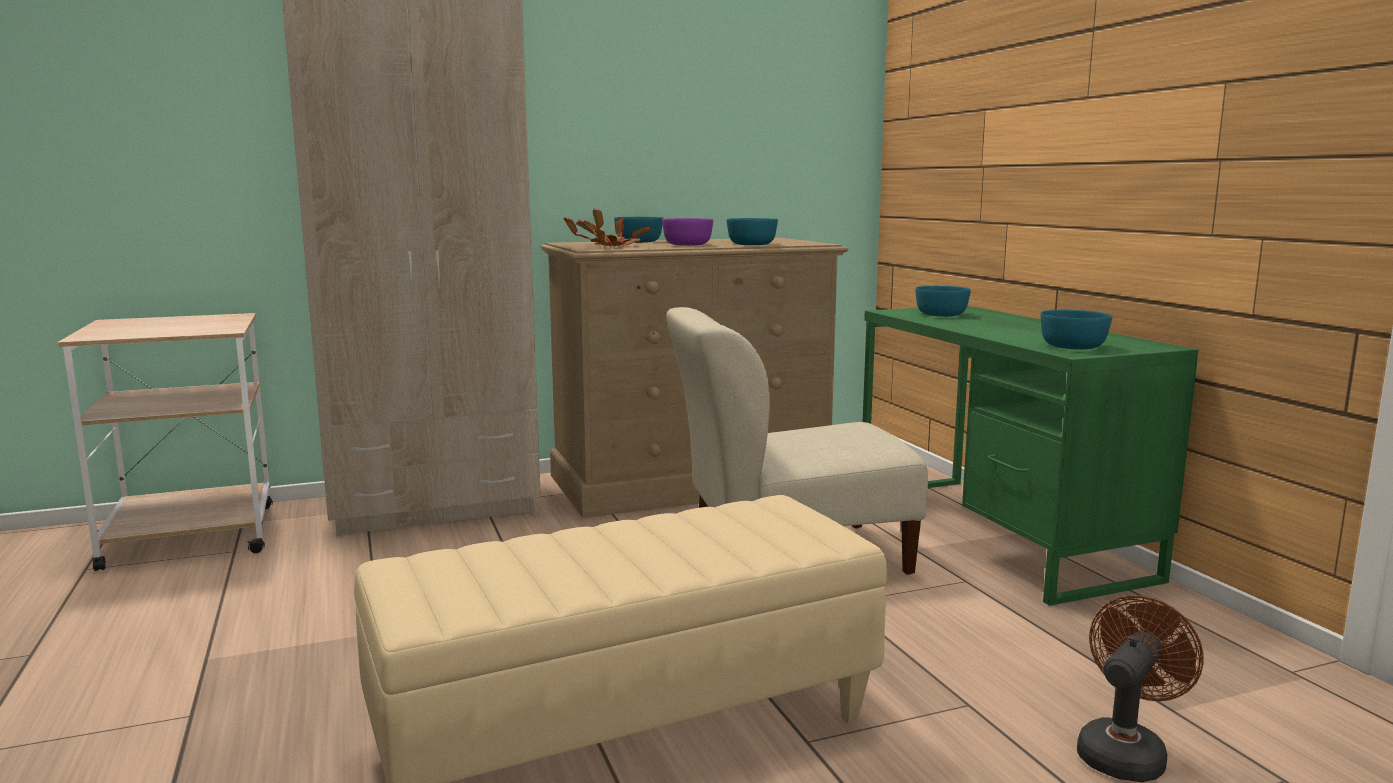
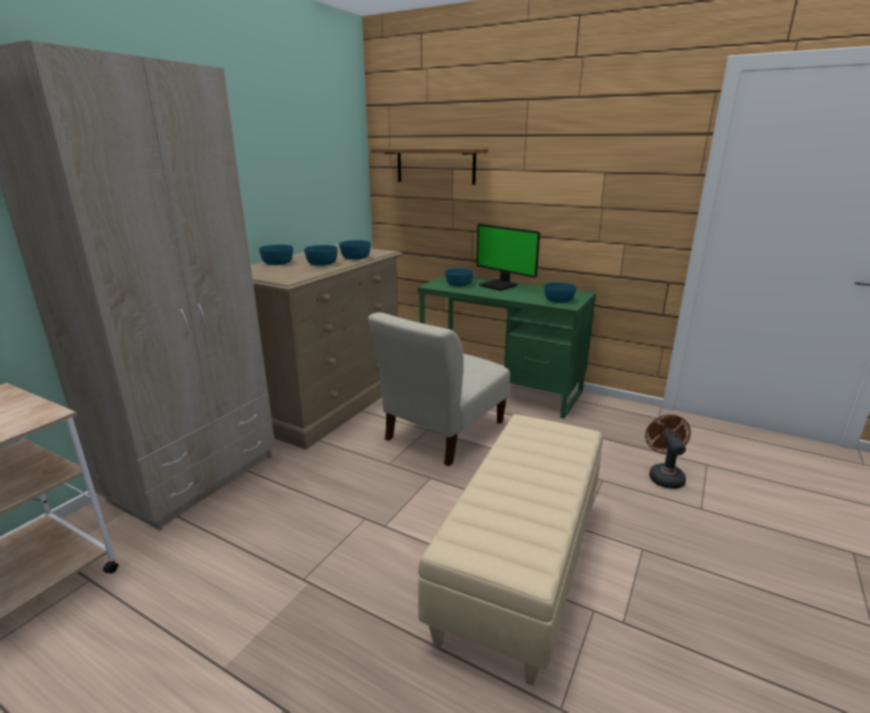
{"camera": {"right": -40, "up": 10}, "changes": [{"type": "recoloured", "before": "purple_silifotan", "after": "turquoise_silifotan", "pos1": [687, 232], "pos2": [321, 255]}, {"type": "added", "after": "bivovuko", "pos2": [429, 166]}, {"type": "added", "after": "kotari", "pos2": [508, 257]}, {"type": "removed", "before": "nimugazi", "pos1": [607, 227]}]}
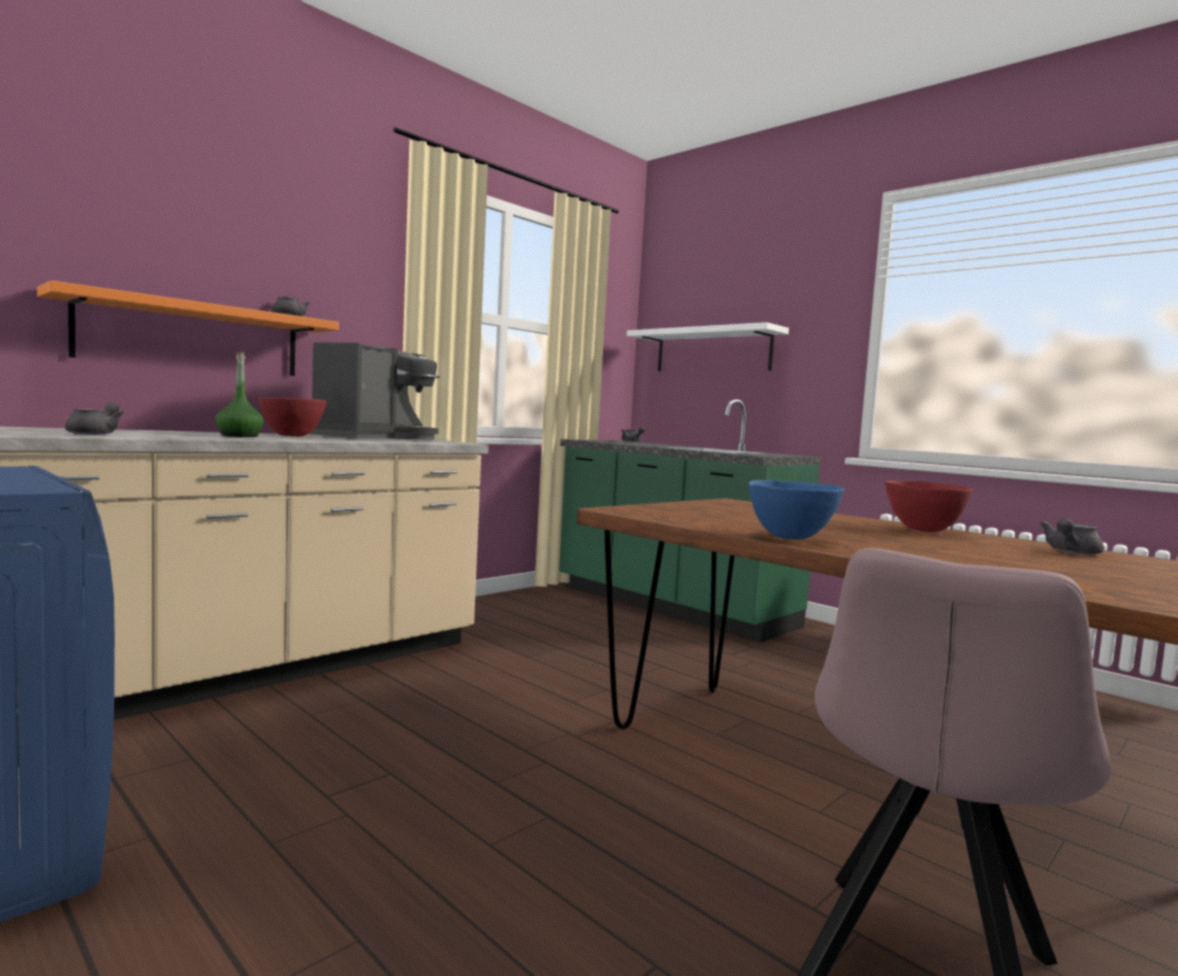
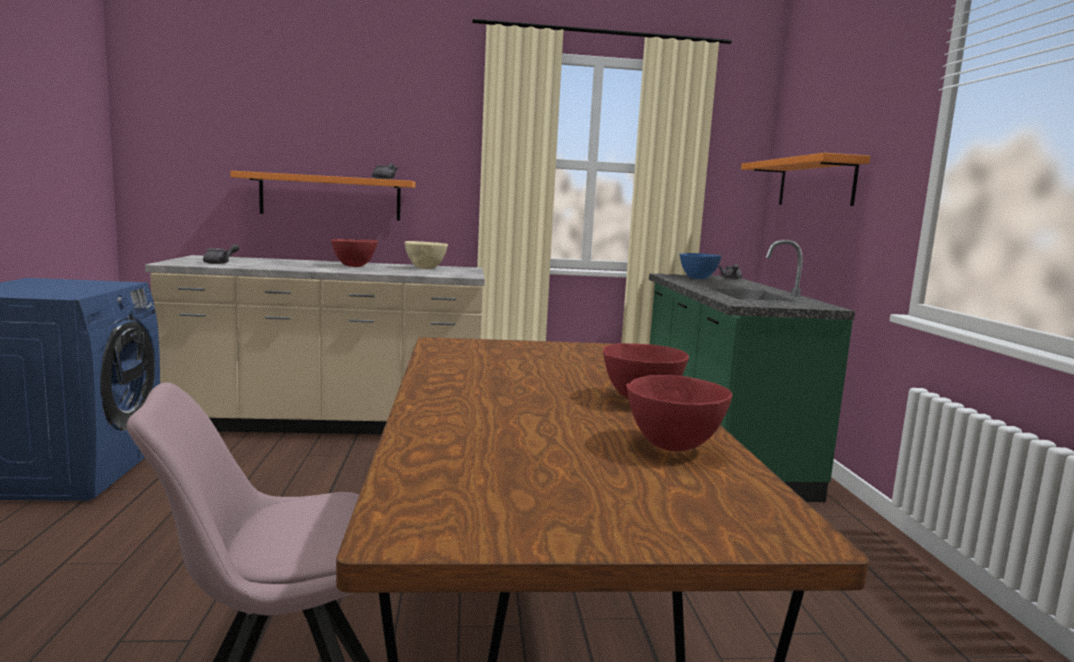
{"camera": {"right": 40, "up": 5}, "changes": [{"type": "replaced", "before": "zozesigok", "after": "beige_silifotan", "pos1": [375, 391], "pos2": [426, 255]}, {"type": "replaced", "before": "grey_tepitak", "after": "red_silifotan", "pos1": [1072, 536], "pos2": [679, 413]}, {"type": "moved", "before": "blue_silifotan", "pos1": [796, 510], "pos2": [700, 266]}, {"type": "recoloured", "before": "white_bivovuko", "after": "orange_bivovuko", "pos1": [708, 346], "pos2": [805, 179]}, {"type": "removed", "before": "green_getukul", "pos1": [240, 394]}]}
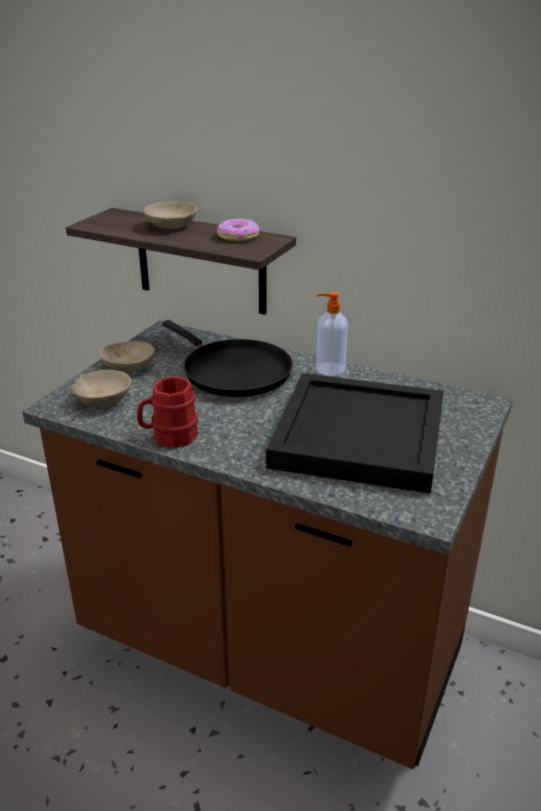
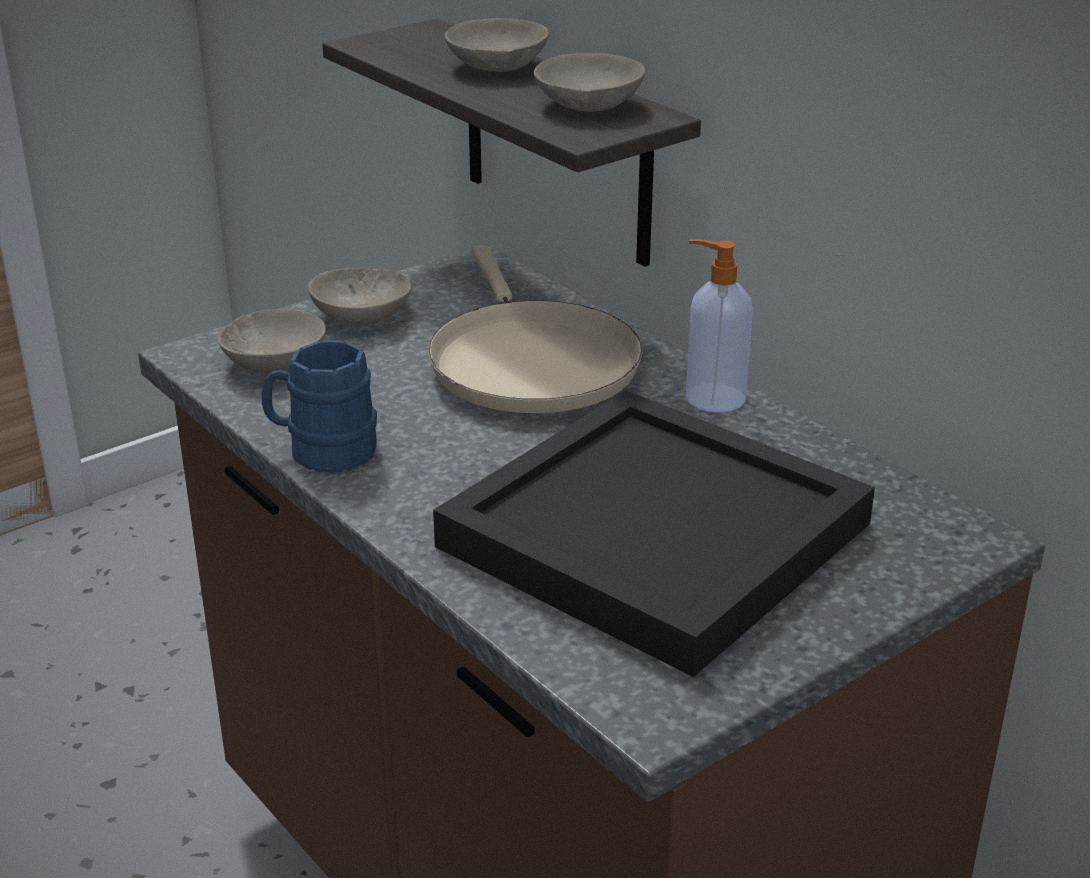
{"camera": {"right": 25, "up": 0}, "changes": [{"type": "recoloured", "before": "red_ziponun", "after": "blue_ziponun", "pos1": [167, 412], "pos2": [319, 406]}, {"type": "recoloured", "before": "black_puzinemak", "after": "beige_puzinemak", "pos1": [227, 358], "pos2": [535, 328]}, {"type": "replaced", "before": "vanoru", "after": "beige_silifotan", "pos1": [238, 229], "pos2": [589, 82]}]}
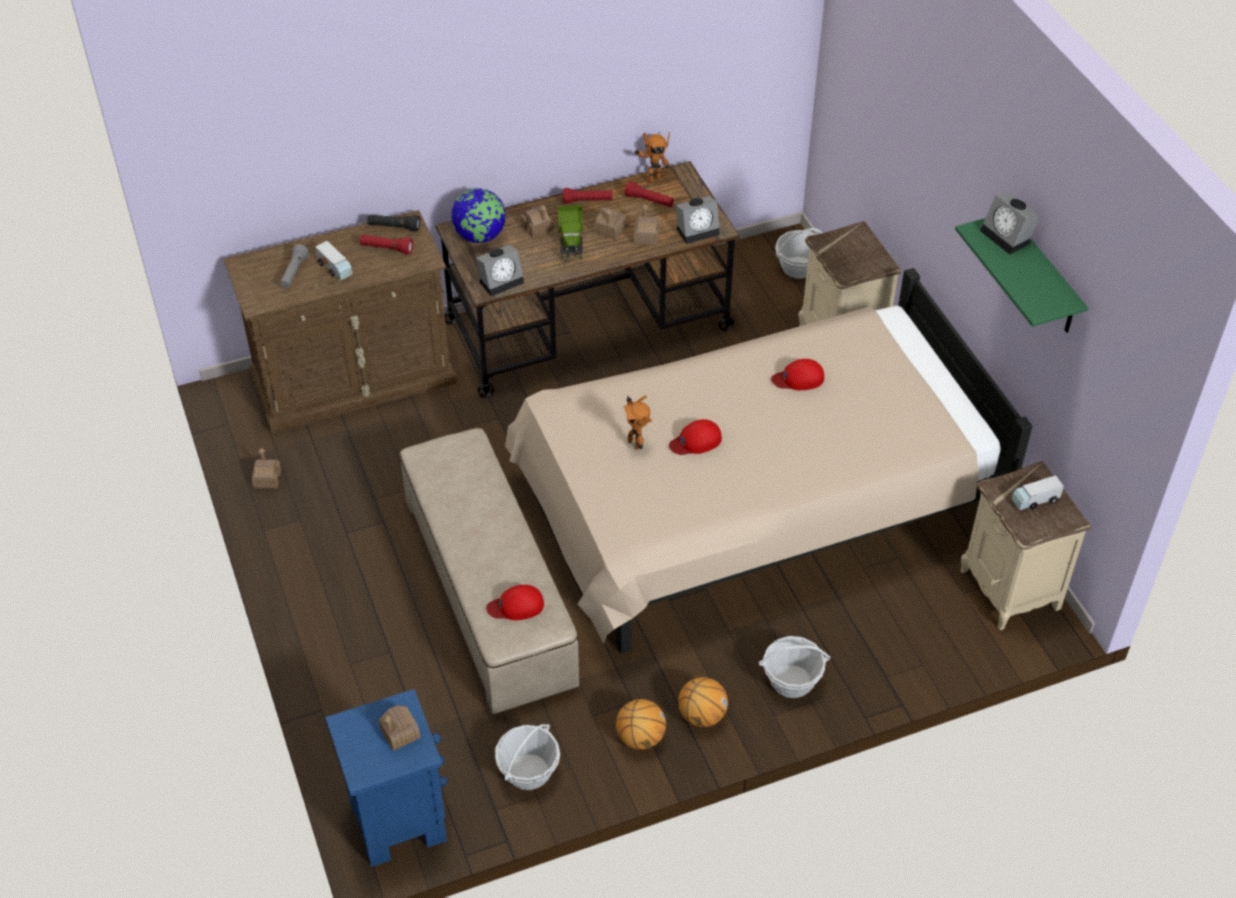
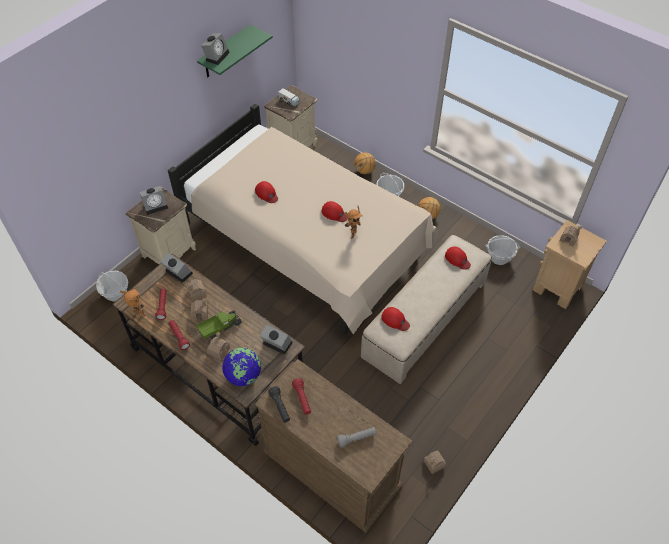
{"camera": {"right": -120, "up": 5}, "changes": [{"type": "added", "after": "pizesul", "pos2": [153, 200]}, {"type": "moved", "before": "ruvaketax", "pos1": [641, 724], "pos2": [365, 163]}, {"type": "added", "after": "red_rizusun", "pos2": [395, 319]}, {"type": "recoloured", "before": "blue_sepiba", "after": "beige_sepiba", "pos1": [386, 778], "pos2": [570, 264]}, {"type": "removed", "before": "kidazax", "pos1": [334, 260]}]}
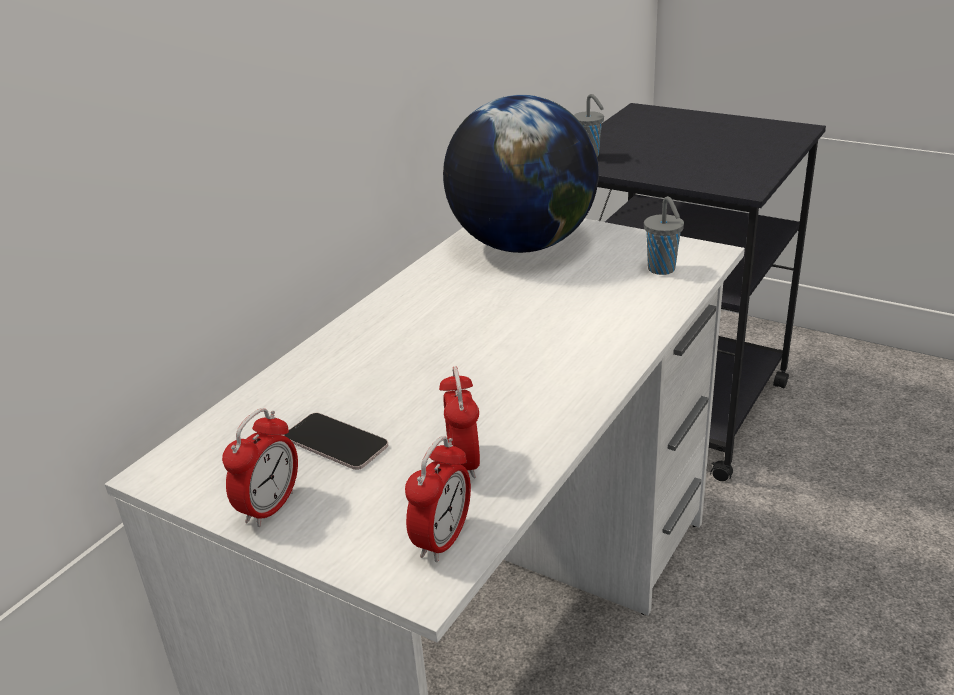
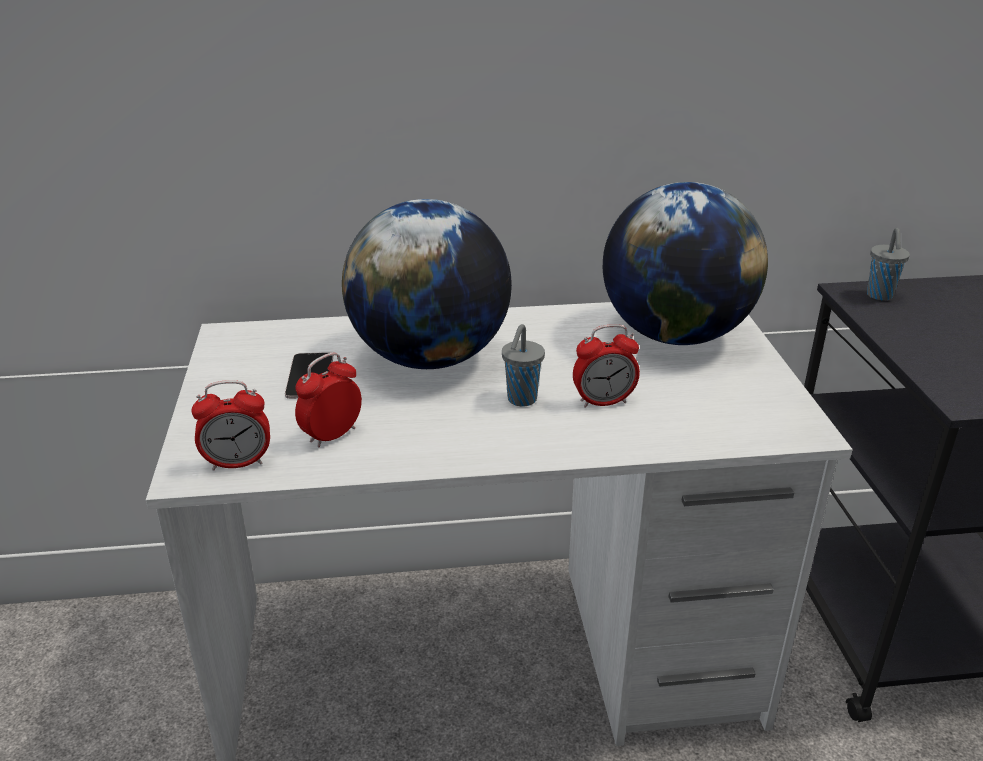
{"camera": {"right": 50, "up": 0}, "changes": [{"type": "added", "after": "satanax", "pos2": [427, 284]}, {"type": "moved", "before": "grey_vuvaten", "pos1": [664, 235], "pos2": [523, 365]}, {"type": "moved", "before": "pizesul", "pos1": [260, 467], "pos2": [606, 366]}]}
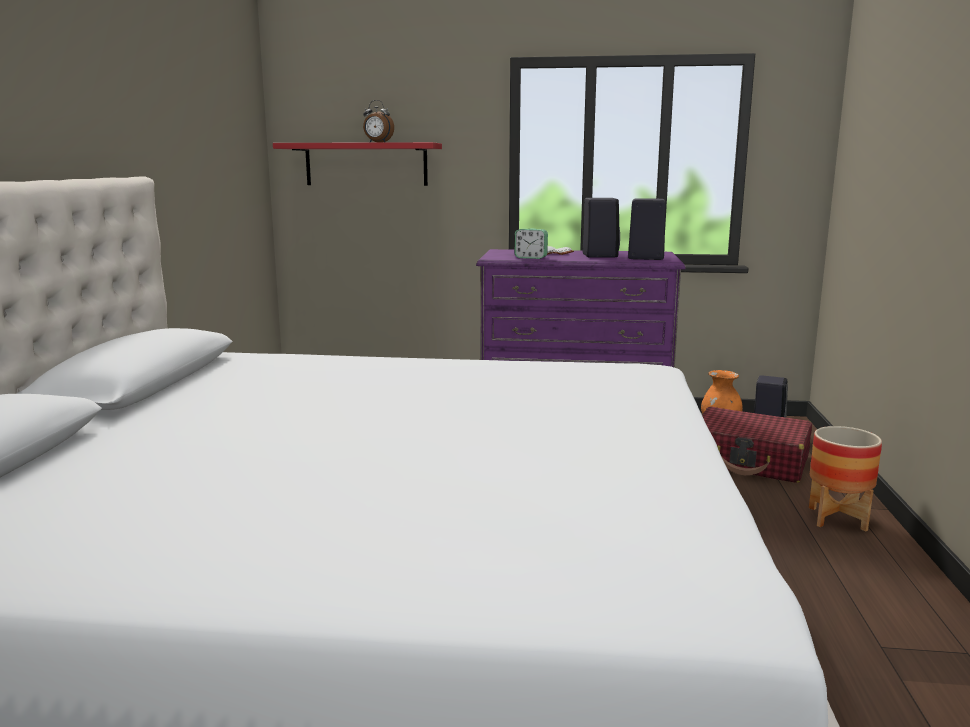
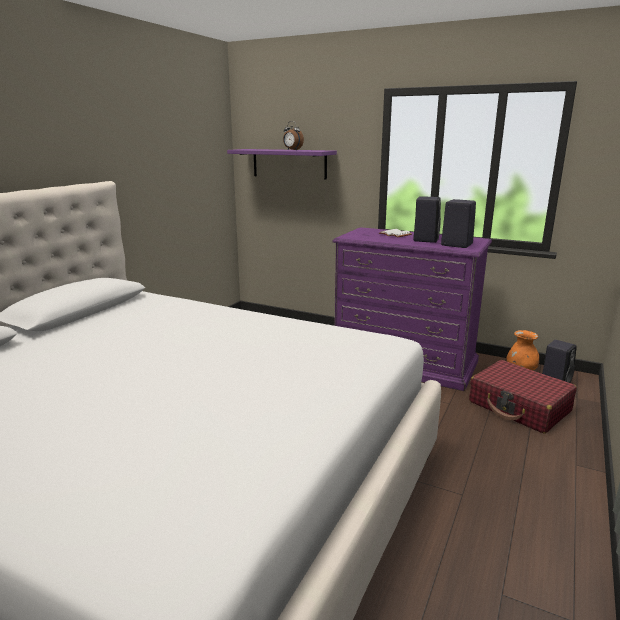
{"camera": {"right": 20, "up": 5}, "changes": [{"type": "recoloured", "before": "red_bivovuko", "after": "purple_bivovuko", "pos1": [357, 164], "pos2": [282, 164]}, {"type": "removed", "before": "pizesul", "pos1": [531, 243]}, {"type": "removed", "before": "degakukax", "pos1": [845, 478]}]}
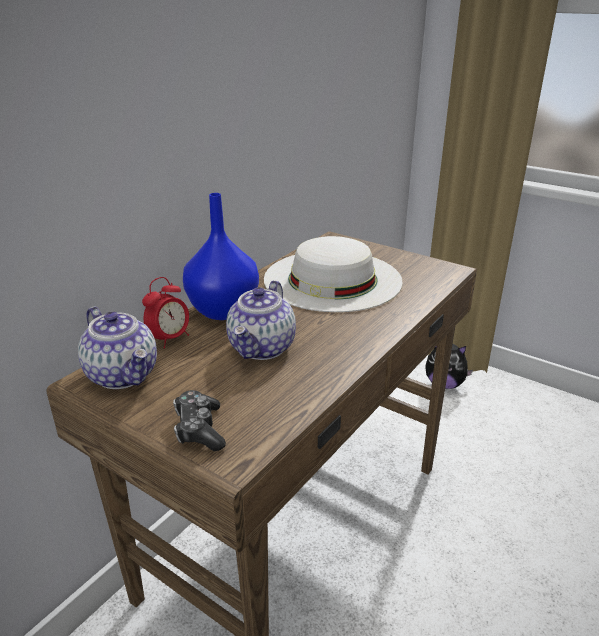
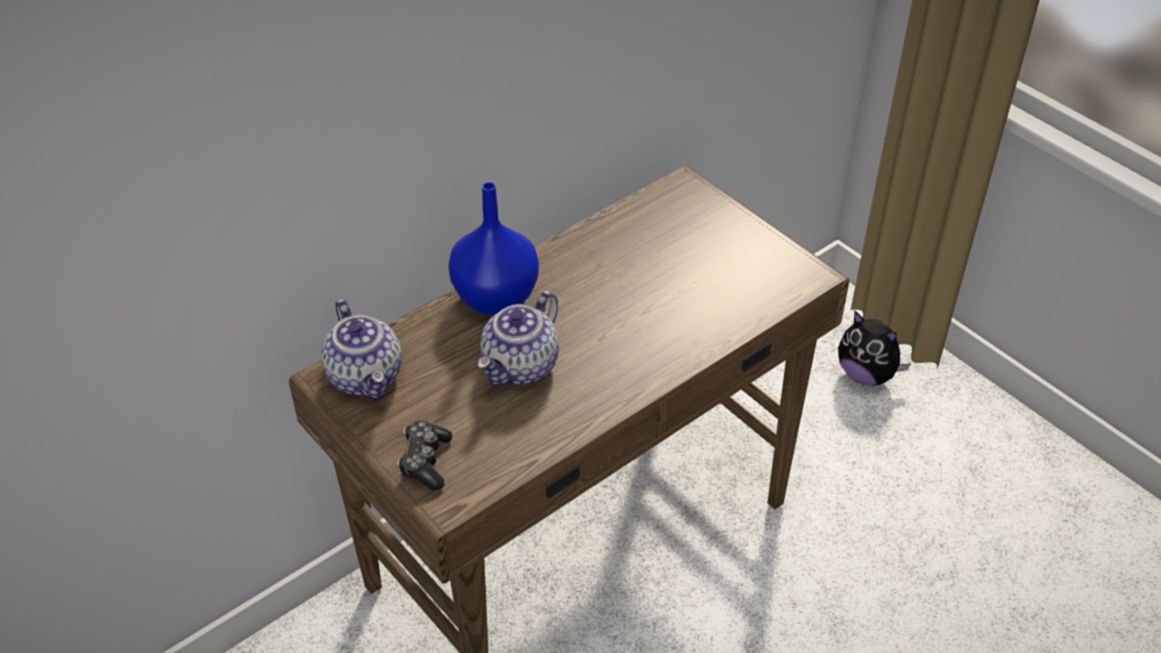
{"camera": {"right": 15, "up": 15}, "changes": [{"type": "removed", "before": "pizesul", "pos1": [165, 312]}, {"type": "removed", "before": "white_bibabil", "pos1": [333, 274]}]}
